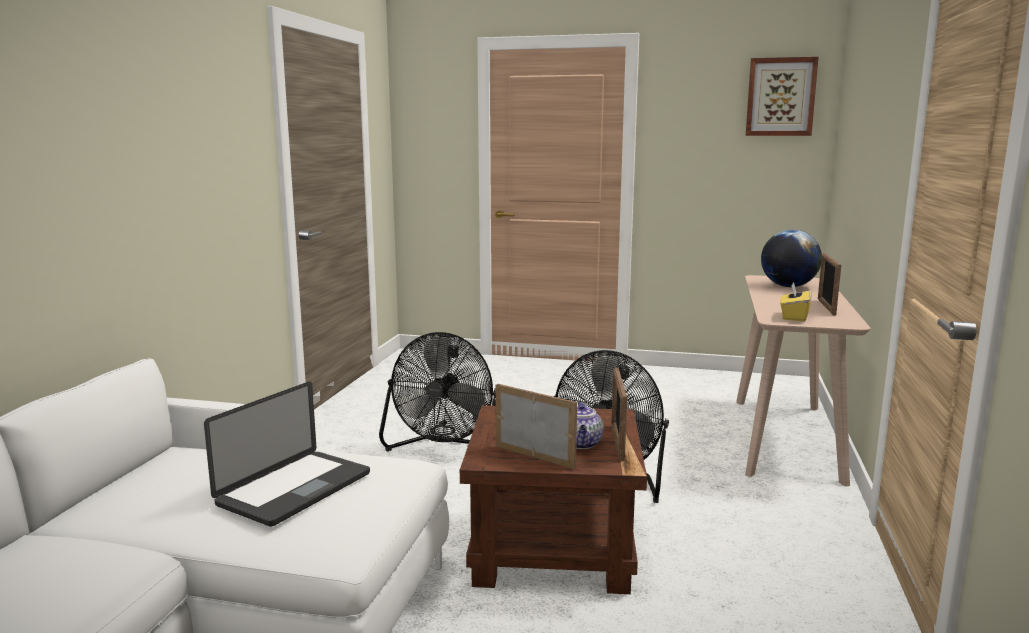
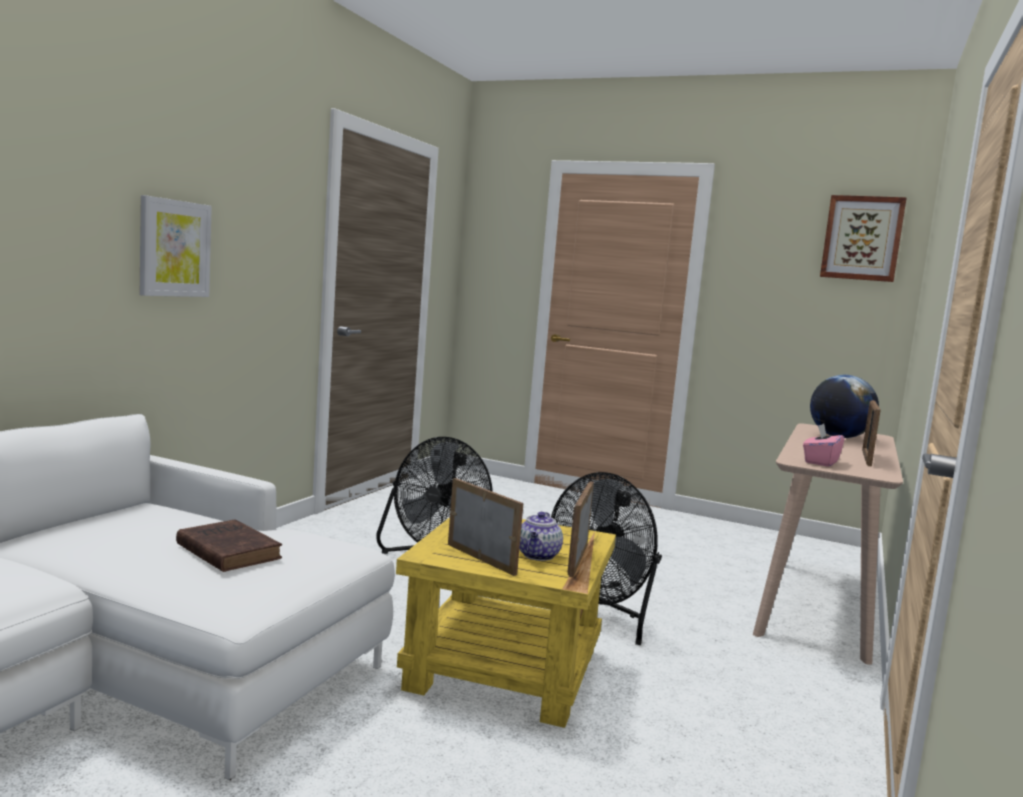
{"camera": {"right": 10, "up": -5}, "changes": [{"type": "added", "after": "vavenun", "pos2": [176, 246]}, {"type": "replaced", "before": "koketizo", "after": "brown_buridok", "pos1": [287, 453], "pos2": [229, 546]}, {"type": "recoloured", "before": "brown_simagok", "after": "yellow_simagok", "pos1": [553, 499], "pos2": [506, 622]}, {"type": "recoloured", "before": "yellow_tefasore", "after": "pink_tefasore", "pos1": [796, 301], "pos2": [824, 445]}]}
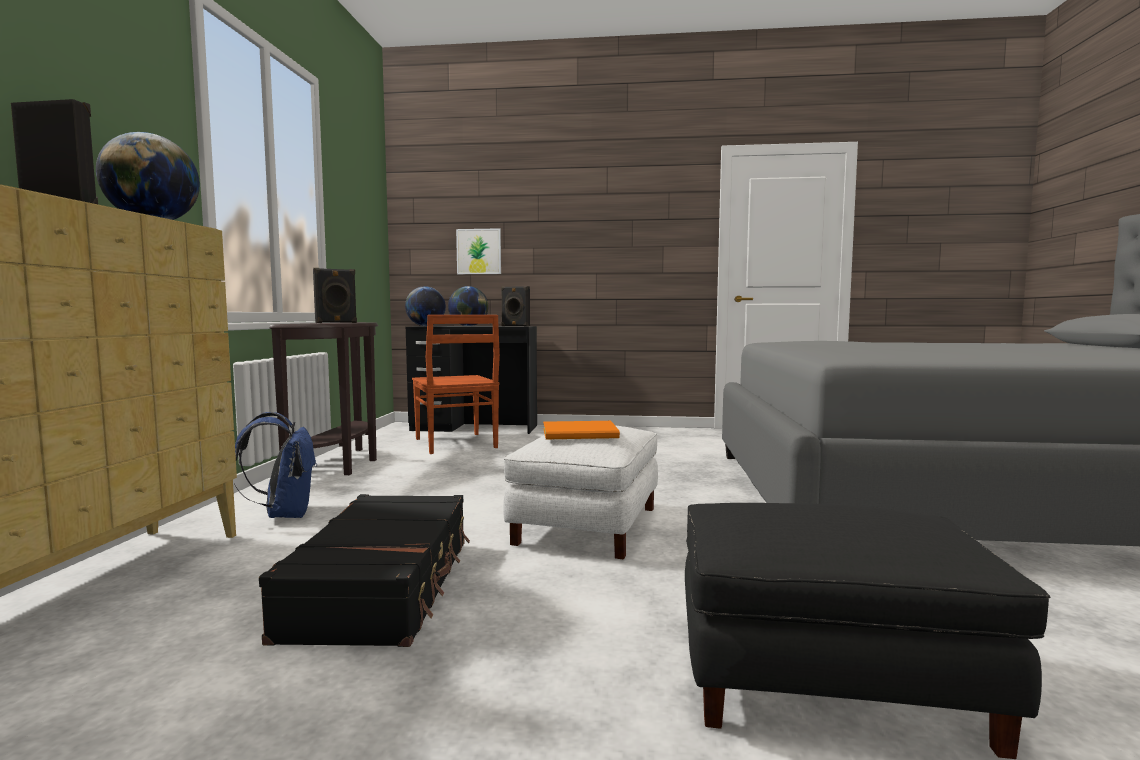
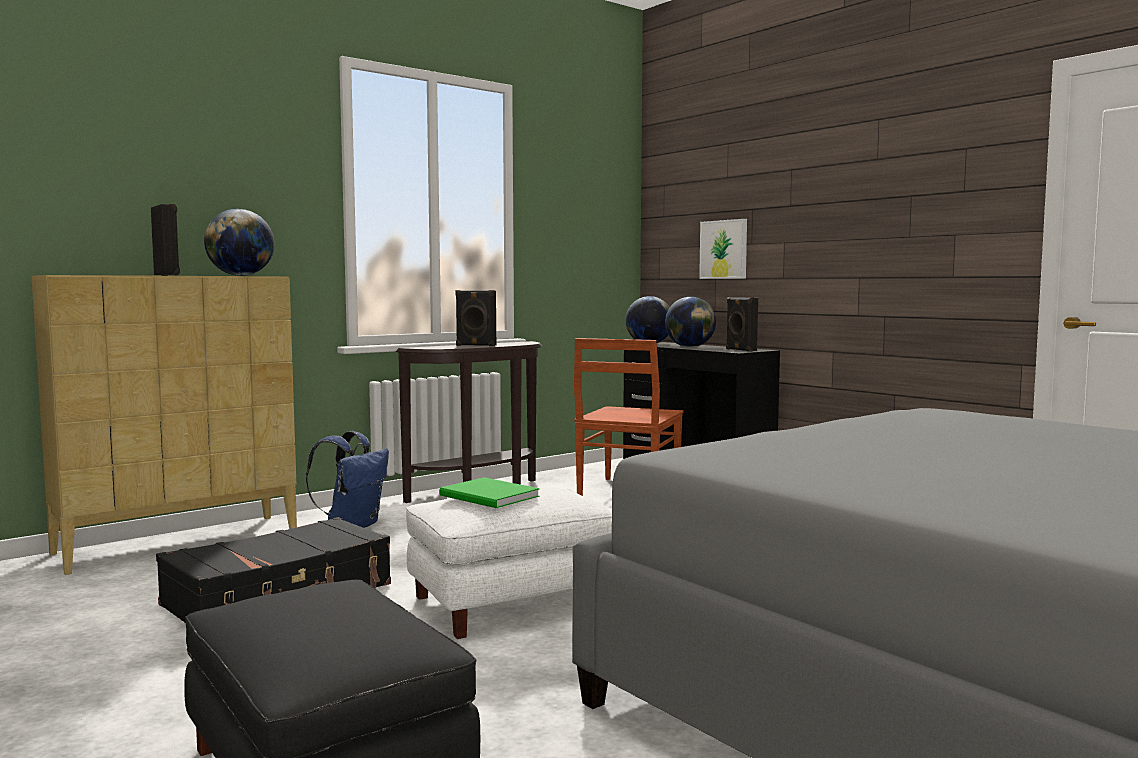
{"camera": {"right": 45, "up": 0}, "changes": [{"type": "recoloured", "before": "orange_buridok", "after": "green_buridok", "pos1": [581, 430], "pos2": [489, 492]}]}
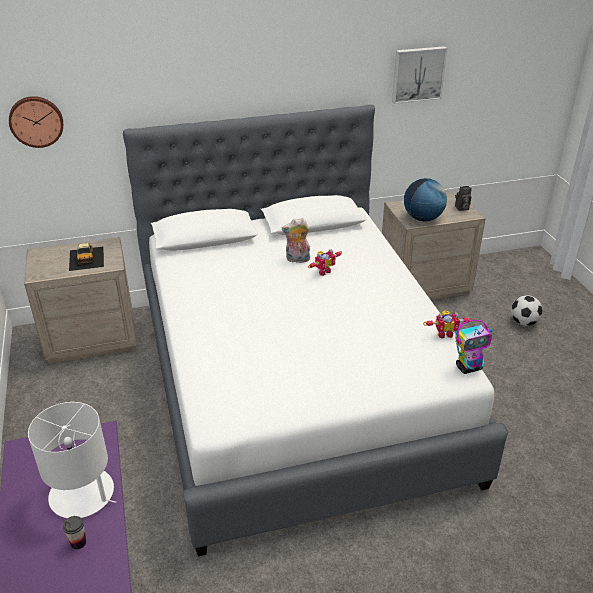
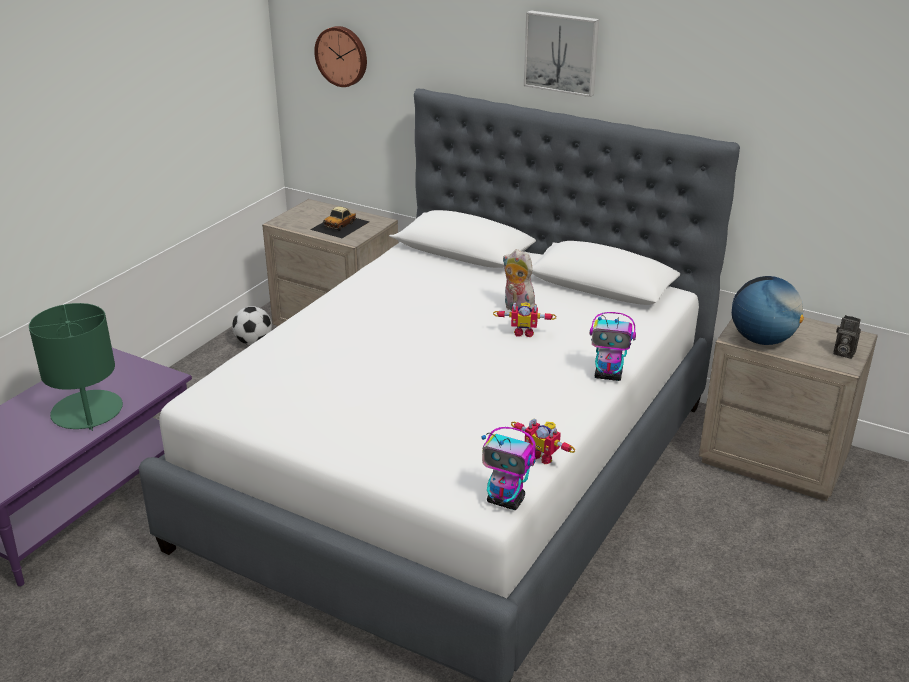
{"camera": {"right": 45, "up": -5}, "changes": [{"type": "recoloured", "before": "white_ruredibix", "after": "green_ruredibix", "pos1": [72, 460], "pos2": [76, 367]}, {"type": "moved", "before": "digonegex", "pos1": [527, 310], "pos2": [252, 325]}, {"type": "moved", "before": "vavenun", "pos1": [419, 75], "pos2": [561, 53]}, {"type": "added", "after": "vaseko", "pos2": [613, 346]}, {"type": "removed", "before": "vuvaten", "pos1": [74, 533]}]}
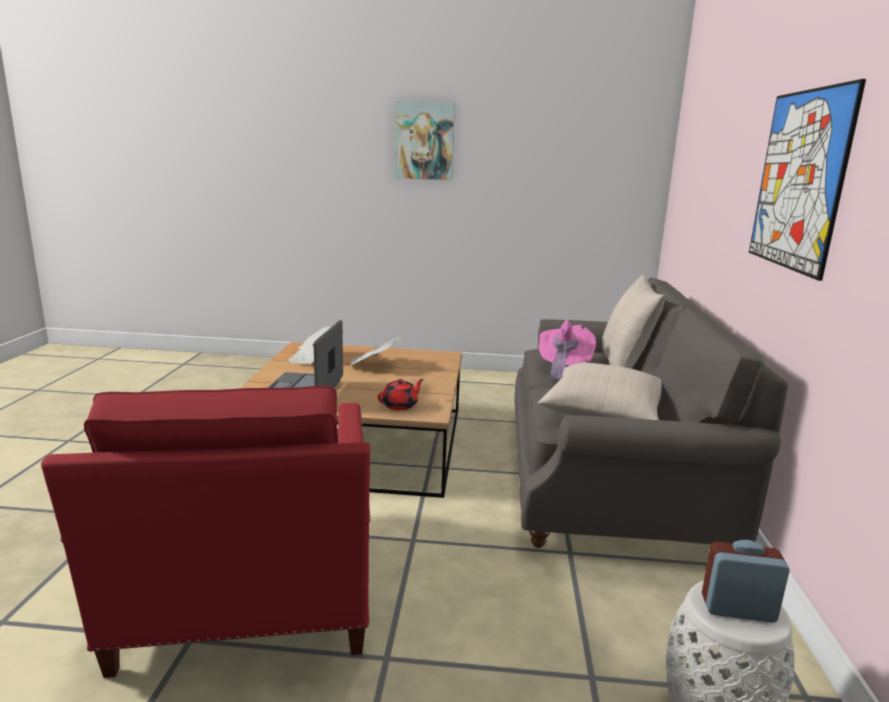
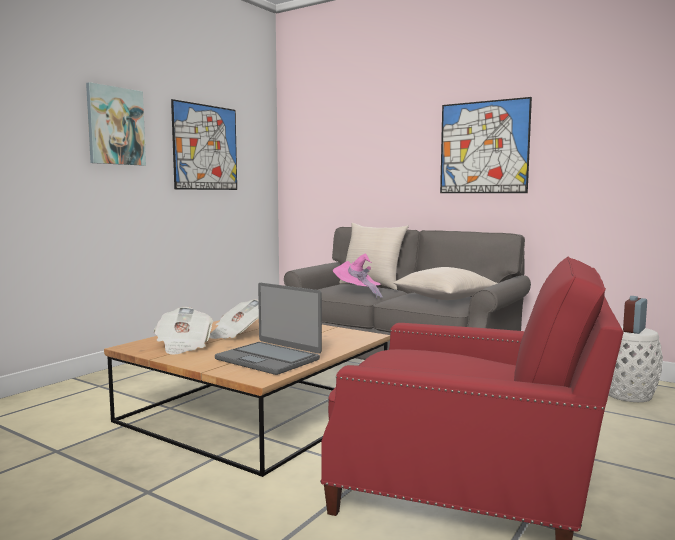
{"camera": {"right": -60, "up": -10}, "changes": [{"type": "added", "after": "vavenun", "pos2": [204, 144]}, {"type": "removed", "before": "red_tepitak", "pos1": [401, 394]}]}
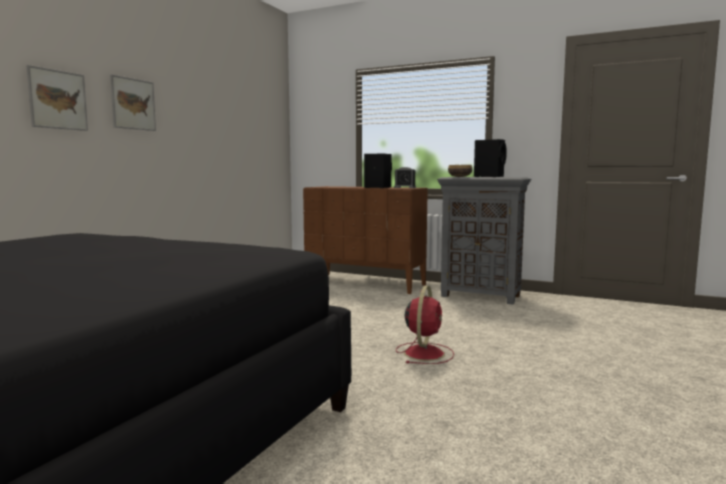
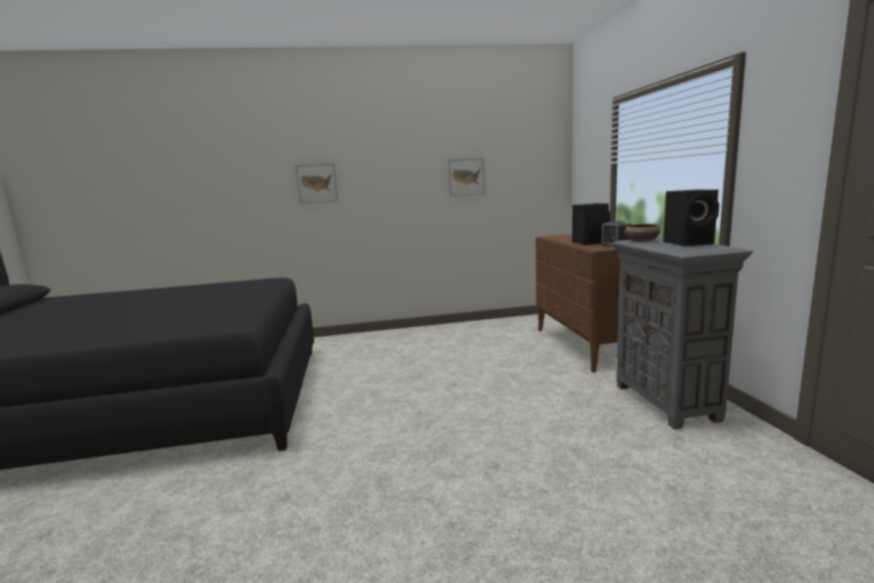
{"camera": {"right": 55, "up": 5}, "changes": [{"type": "moved", "before": "vavenun", "pos1": [133, 102], "pos2": [466, 177]}, {"type": "removed", "before": "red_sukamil", "pos1": [425, 325]}]}
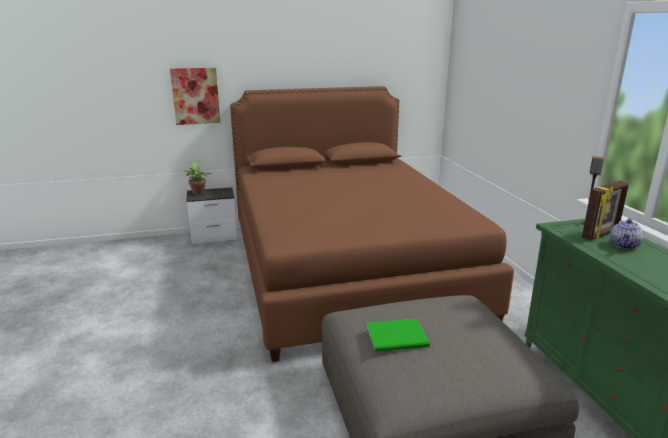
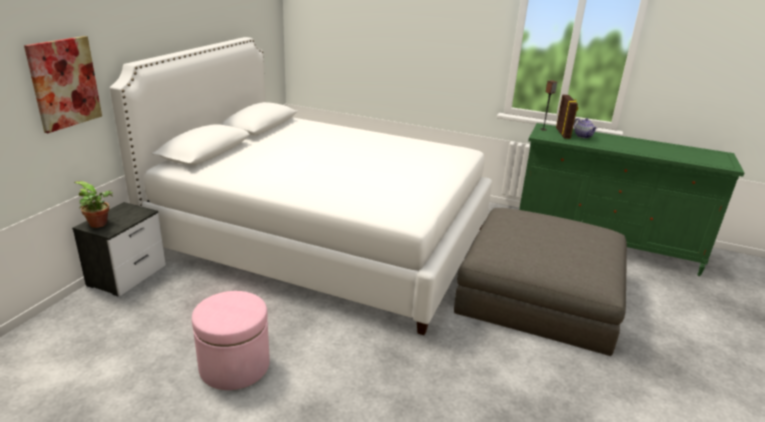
{"camera": {"right": -55, "up": 5}, "changes": [{"type": "recoloured", "before": "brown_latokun", "after": "white_latokun", "pos1": [372, 224], "pos2": [301, 186]}, {"type": "added", "after": "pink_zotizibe", "pos2": [231, 340]}, {"type": "removed", "before": "green_buridok", "pos1": [398, 335]}]}
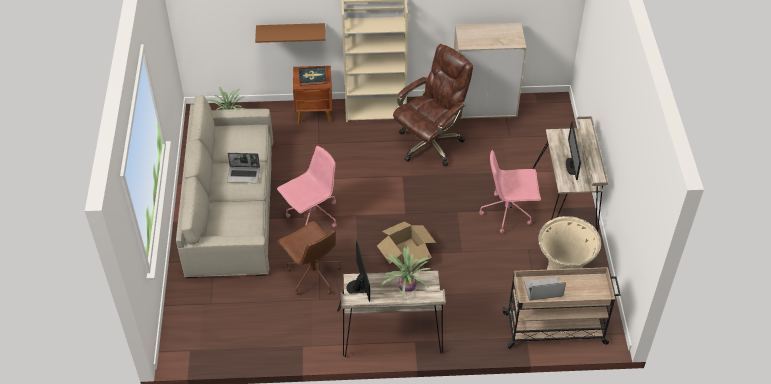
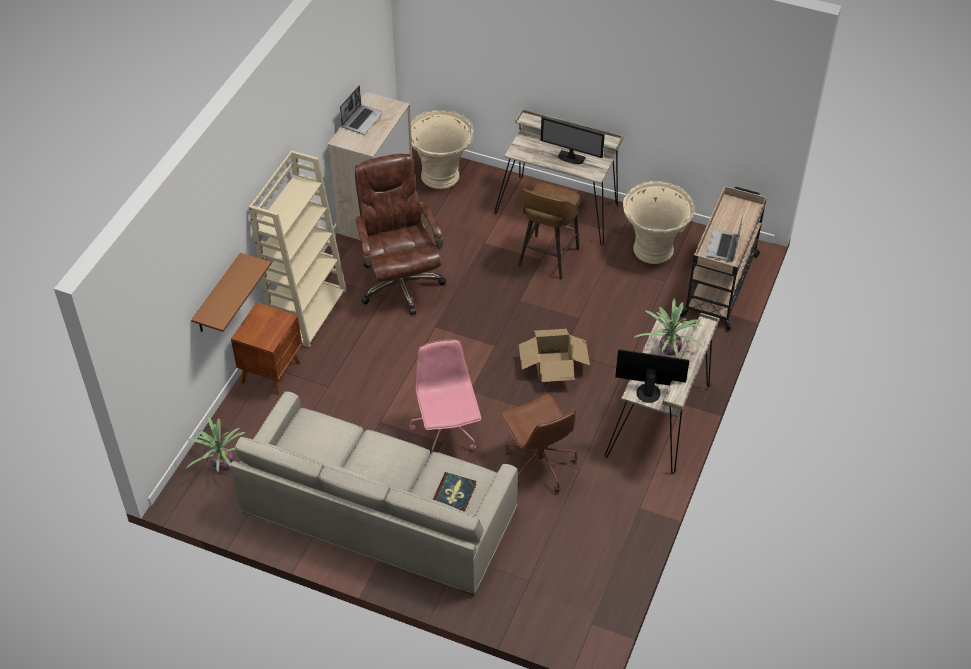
{"camera": {"right": -65, "up": 0}, "changes": [{"type": "moved", "before": "koketizo", "pos1": [243, 168], "pos2": [361, 109]}, {"type": "added", "after": "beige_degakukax", "pos2": [442, 149]}, {"type": "moved", "before": "buridok", "pos1": [312, 76], "pos2": [455, 492]}, {"type": "turned", "before": "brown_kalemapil", "pos1": [309, 258], "pos2": [538, 443], "turn": 75}, {"type": "replaced", "before": "pink_kalemapil", "after": "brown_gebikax", "pos1": [510, 191], "pos2": [549, 231]}]}
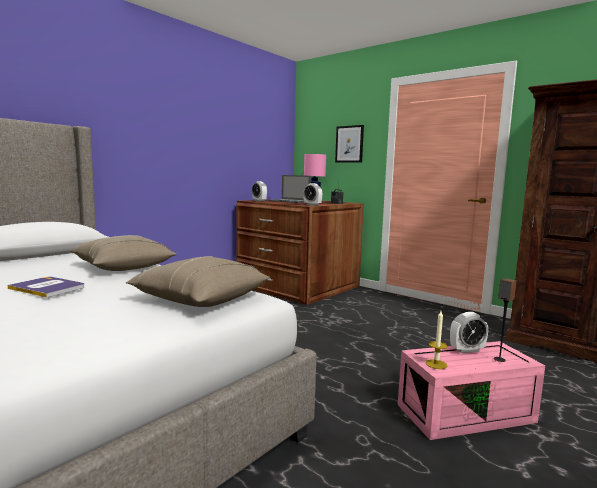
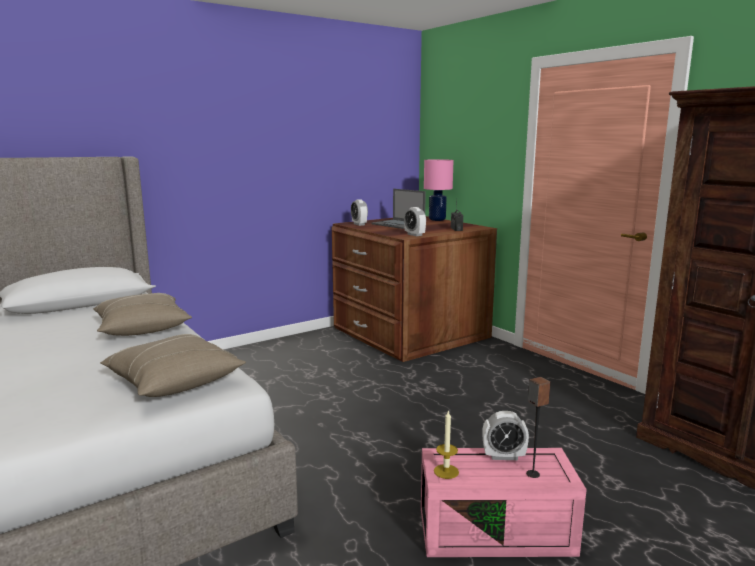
{"camera": {"right": 15, "up": 5}, "changes": [{"type": "removed", "before": "buridok", "pos1": [46, 287]}, {"type": "removed", "before": "vavenun", "pos1": [349, 144]}]}
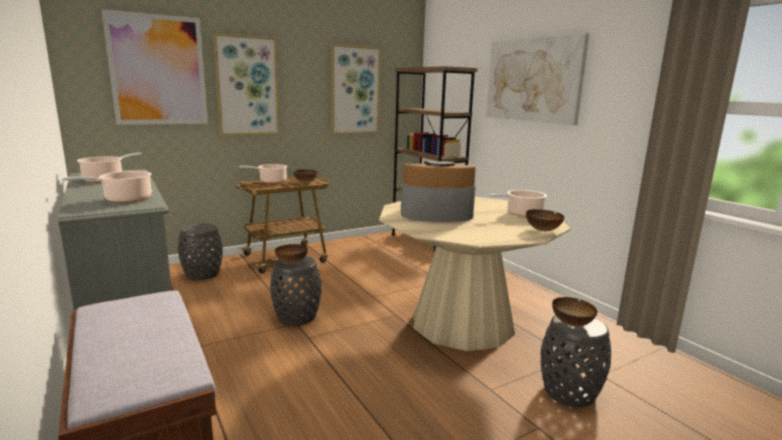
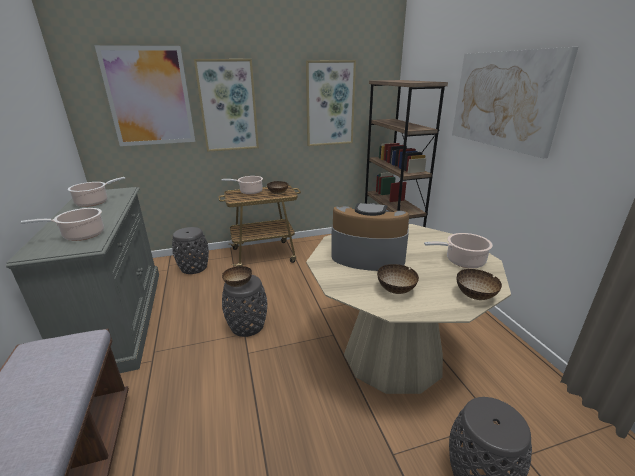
{"camera": {"right": 15, "up": 10}, "changes": [{"type": "moved", "before": "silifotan", "pos1": [575, 312], "pos2": [398, 279]}]}
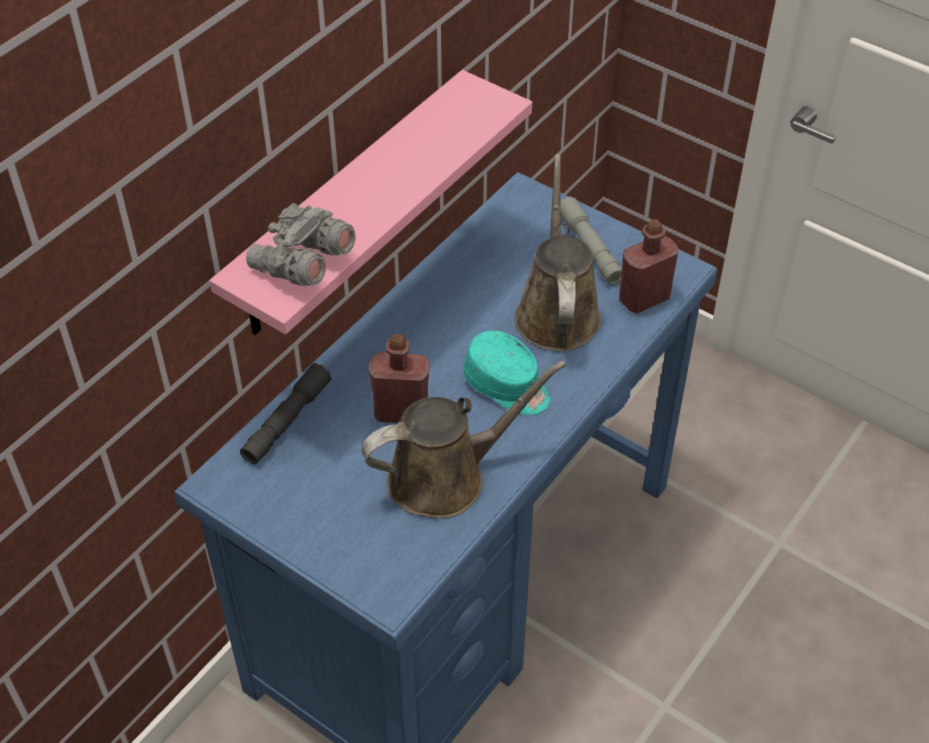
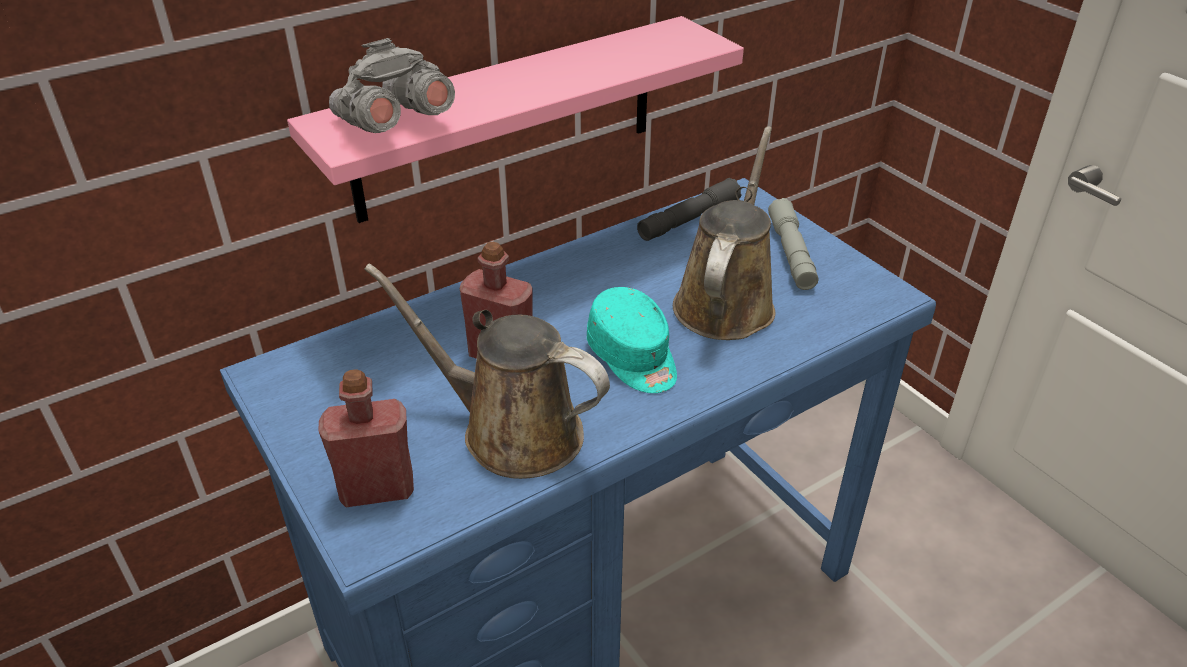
{"camera": {"right": 20, "up": -10}, "changes": [{"type": "moved", "before": "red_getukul", "pos1": [649, 266], "pos2": [366, 438]}, {"type": "turned", "before": "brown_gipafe", "pos1": [463, 439], "pos2": [487, 371], "turn": -150}, {"type": "moved", "before": "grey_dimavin", "pos1": [286, 413], "pos2": [689, 209]}]}
